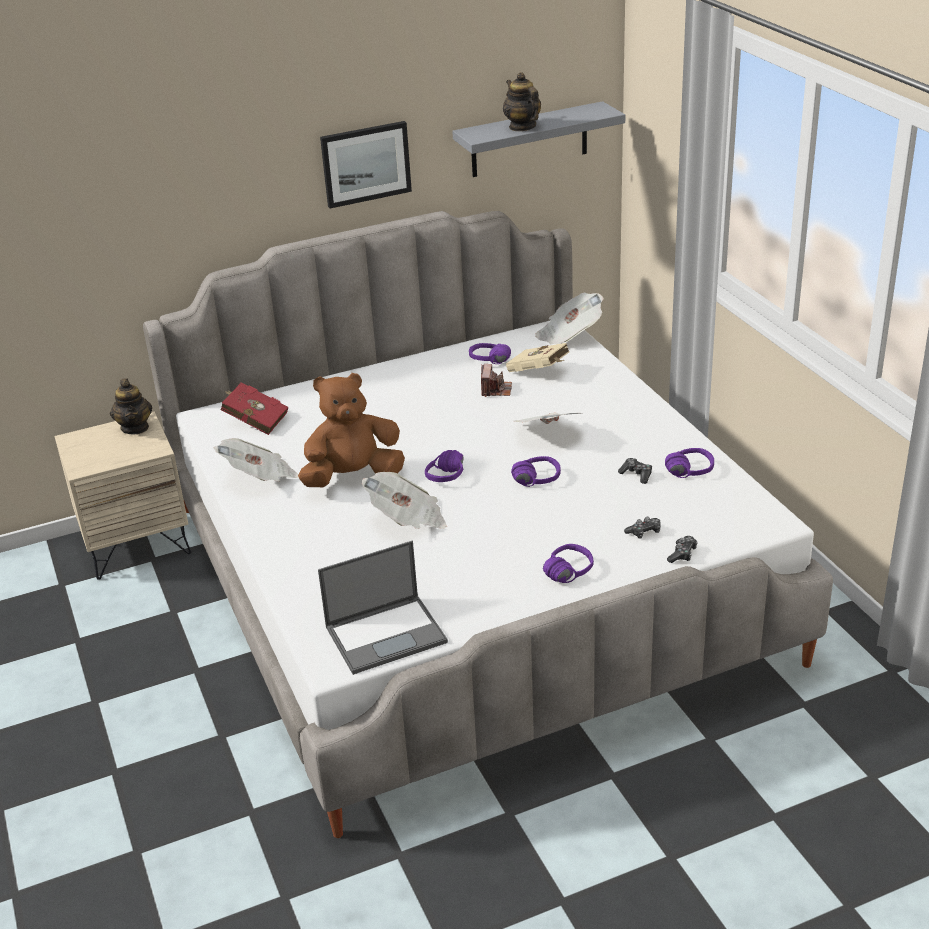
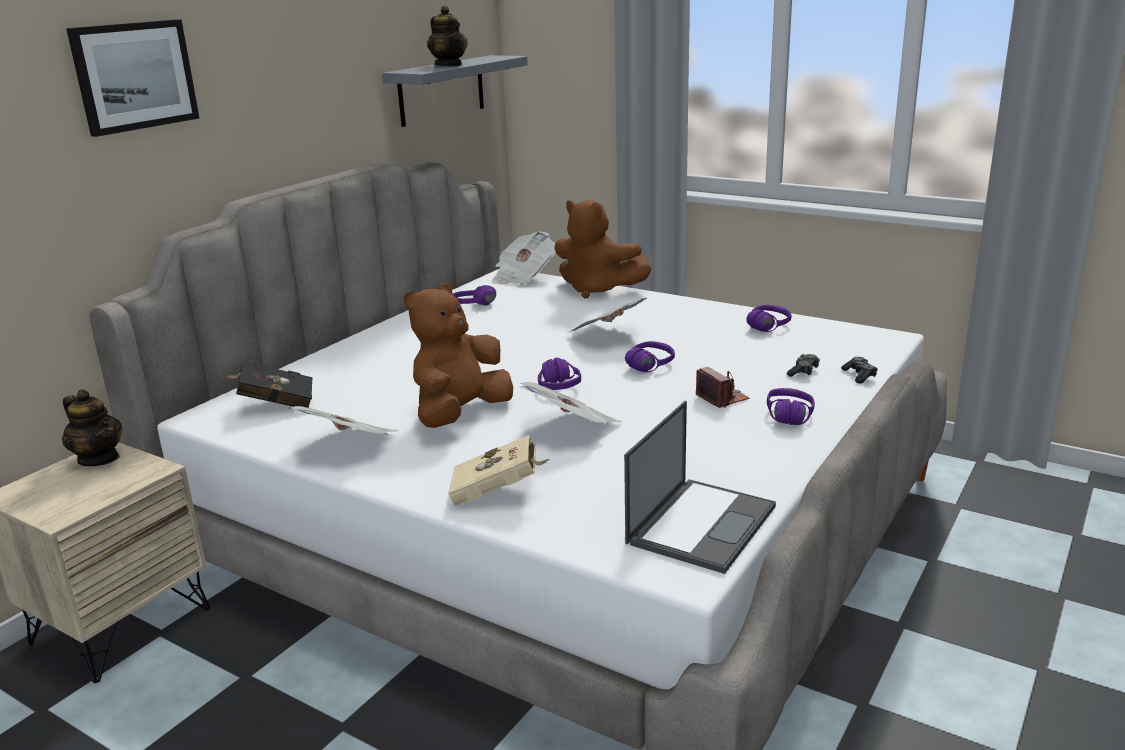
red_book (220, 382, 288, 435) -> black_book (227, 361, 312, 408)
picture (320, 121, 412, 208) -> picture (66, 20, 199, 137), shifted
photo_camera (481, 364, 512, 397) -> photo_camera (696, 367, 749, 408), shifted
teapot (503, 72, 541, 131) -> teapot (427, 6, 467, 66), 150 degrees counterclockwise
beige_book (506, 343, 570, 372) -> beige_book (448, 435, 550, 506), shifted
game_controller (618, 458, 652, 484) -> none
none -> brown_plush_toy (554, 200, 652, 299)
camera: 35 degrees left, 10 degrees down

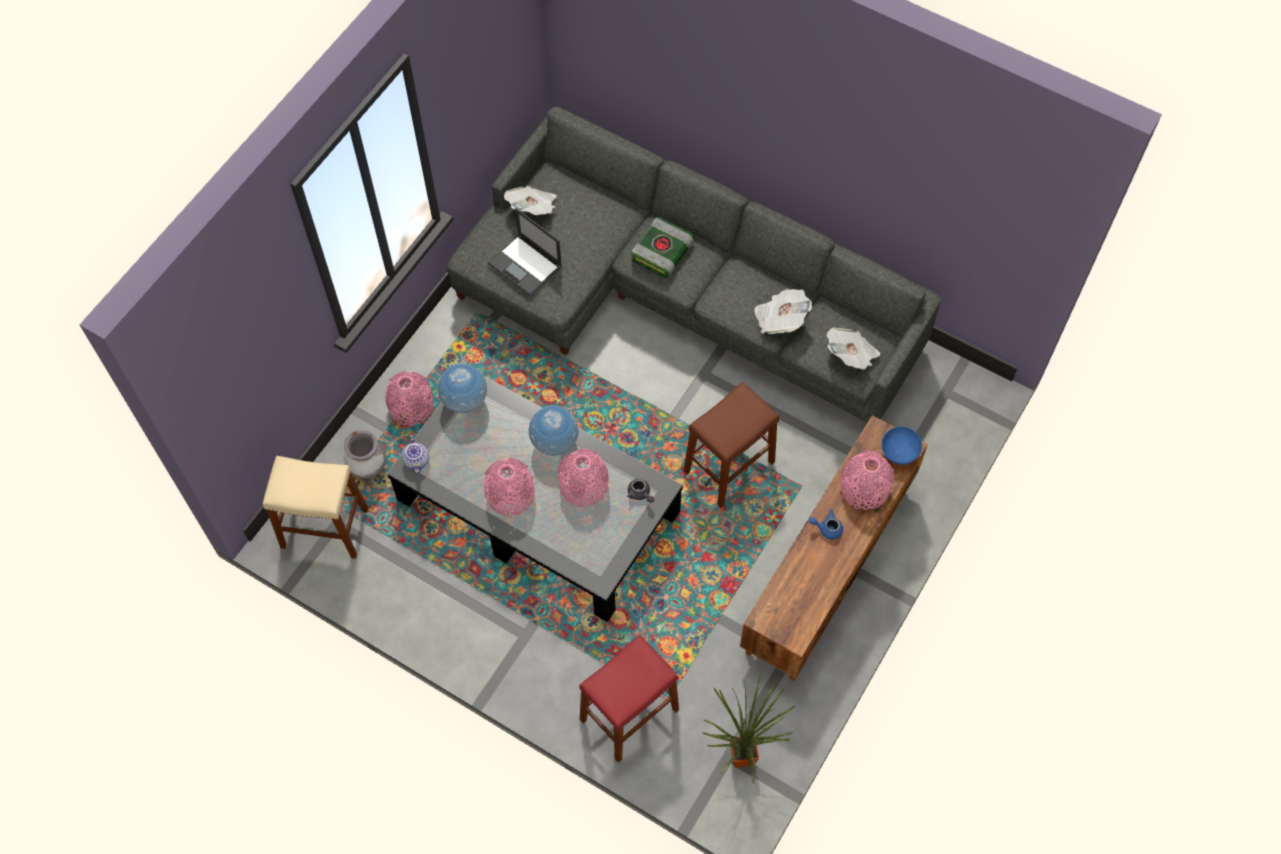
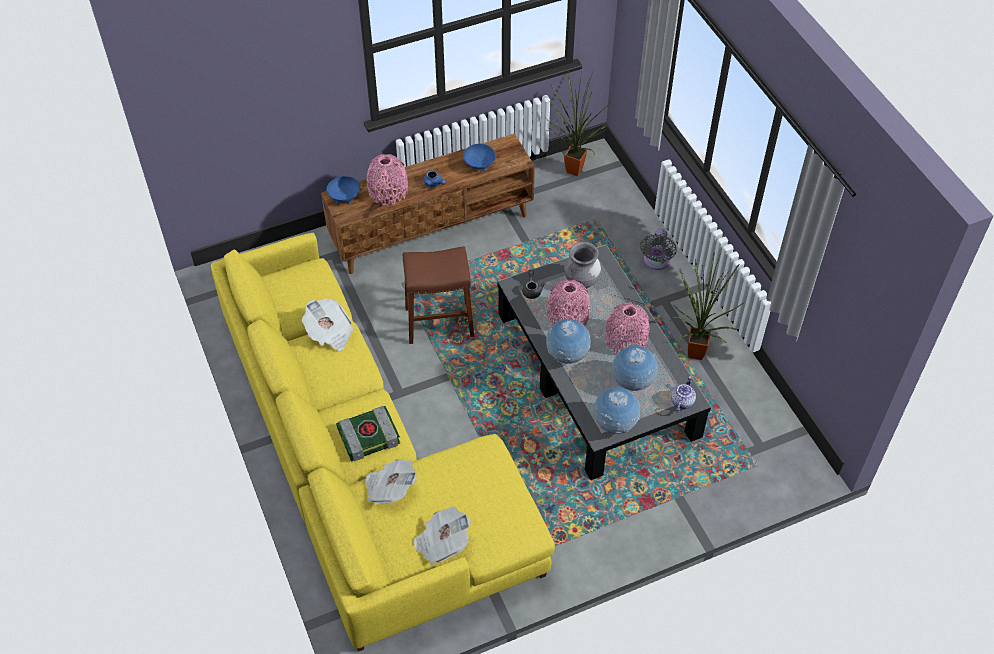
beige_stool (263, 456, 368, 559) -> none
grey_vase (344, 430, 386, 479) -> grey_vase (564, 242, 601, 289), shifted
pink_vase (385, 371, 434, 426) -> none
grey_sofa (447, 107, 941, 424) -> yellow_sofa (211, 233, 555, 652)
laptop (487, 208, 562, 296) -> none
red_stool (579, 635, 679, 763) -> none
newspaper (827, 327, 880, 370) -> newspaper (366, 459, 417, 503), shifted
none -> blue_bowl (463, 144, 495, 171)
none -> globe (611, 346, 657, 391)
none -> grey_fan (640, 229, 677, 270)
none -> potted_plant (671, 252, 743, 360)
camera: 145 degrees left, 10 degrees down

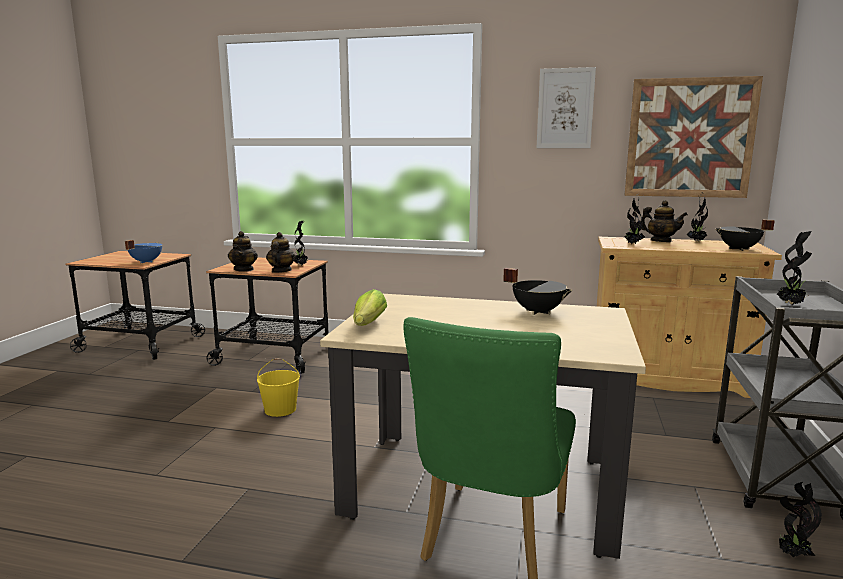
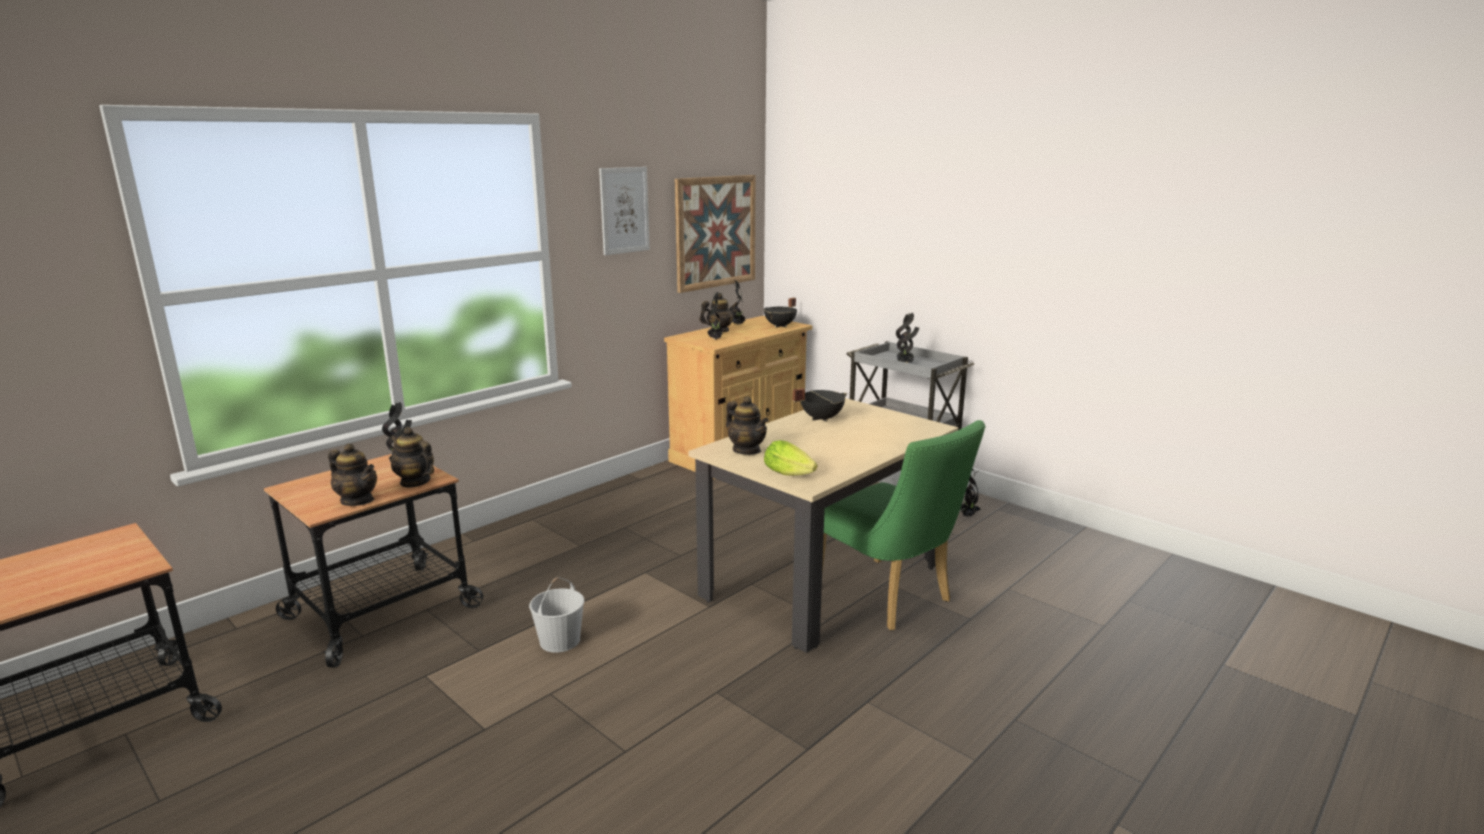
blue_cooking_pot (125, 240, 162, 263) -> none
yellow_bucket (257, 358, 300, 417) -> white_bucket (529, 577, 584, 653)
none -> teapot (726, 396, 769, 455)
camera: 60 degrees left, 5 degrees up

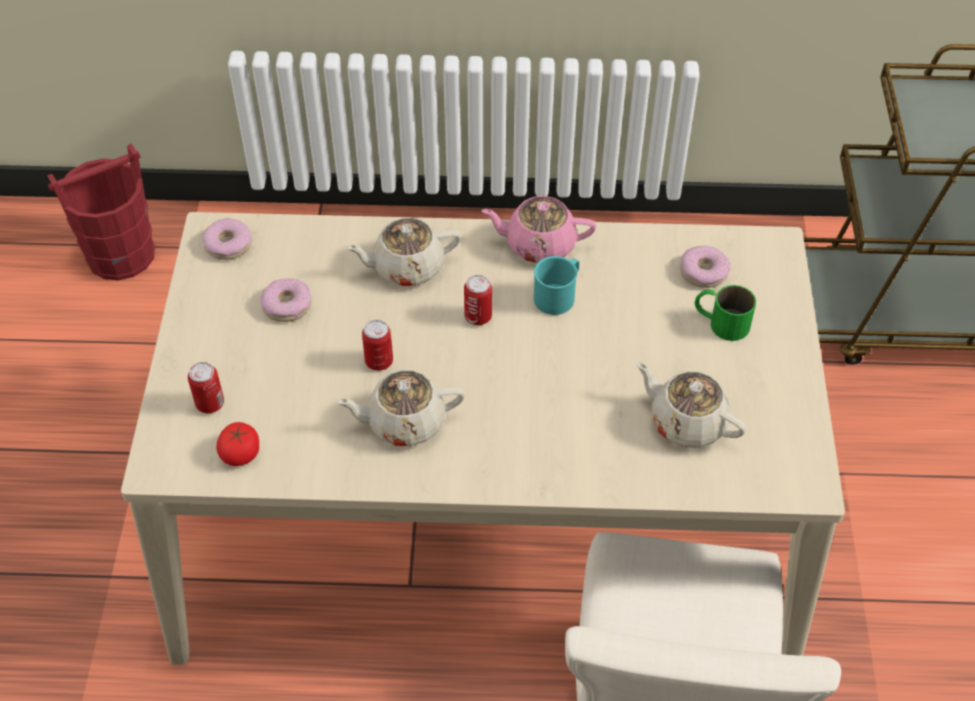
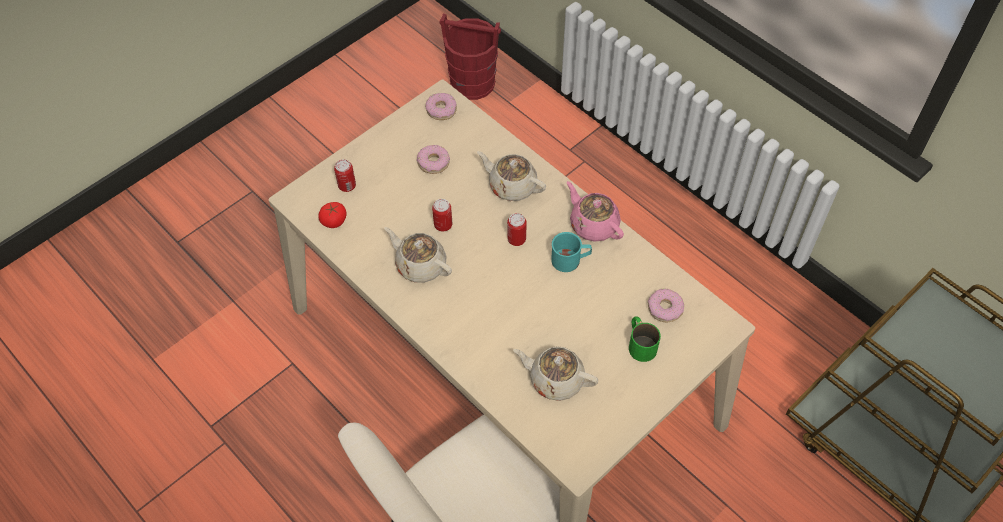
beige_teapot (636, 362, 747, 448) -> beige_teapot (513, 346, 598, 401), 60 degrees counterclockwise
camera: 45 degrees right, 5 degrees up

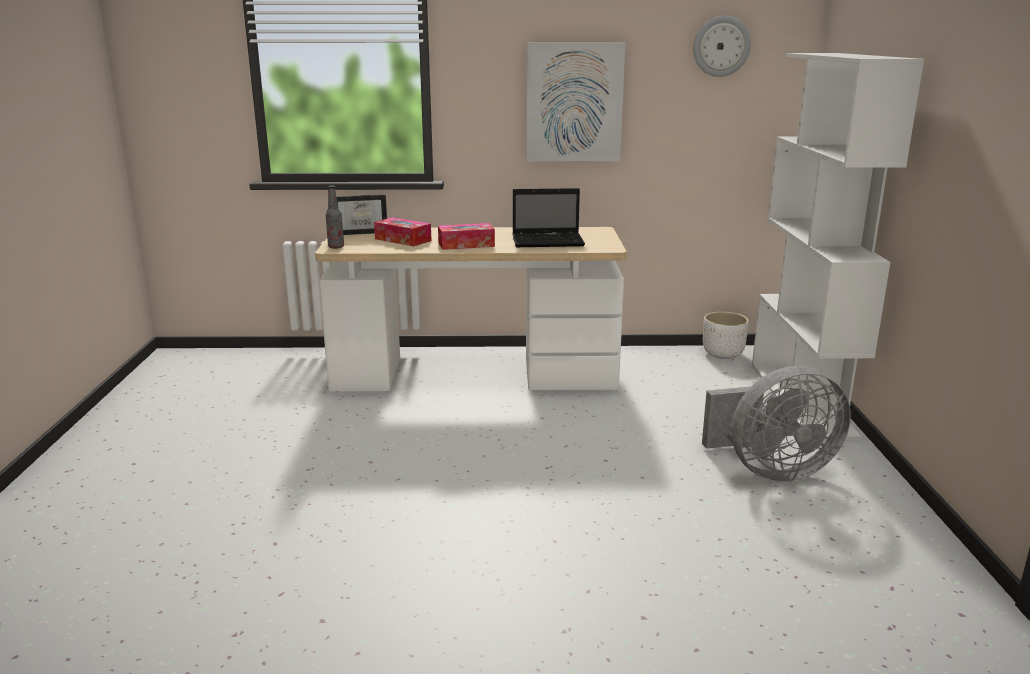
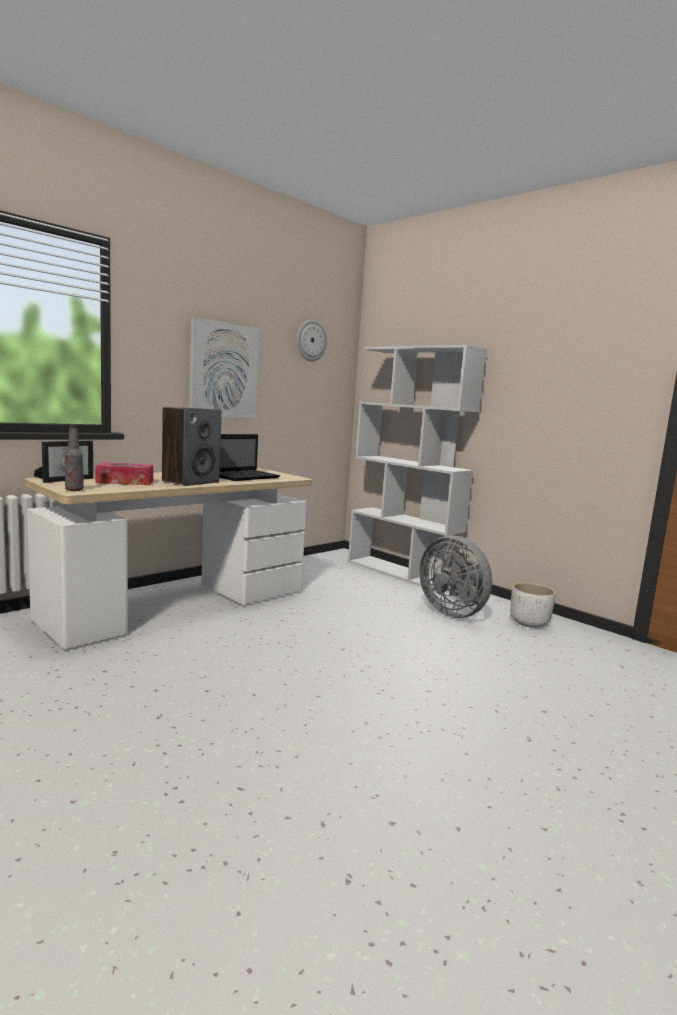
tissue_box (438, 223, 495, 250) -> speaker (162, 407, 221, 486)
grey_fan (702, 366, 851, 482) -> grey_fan (419, 536, 492, 618), 105 degrees clockwise
white_planter (703, 312, 749, 359) -> white_planter (510, 582, 556, 628), shifted
camera: 45 degrees left, 10 degrees down

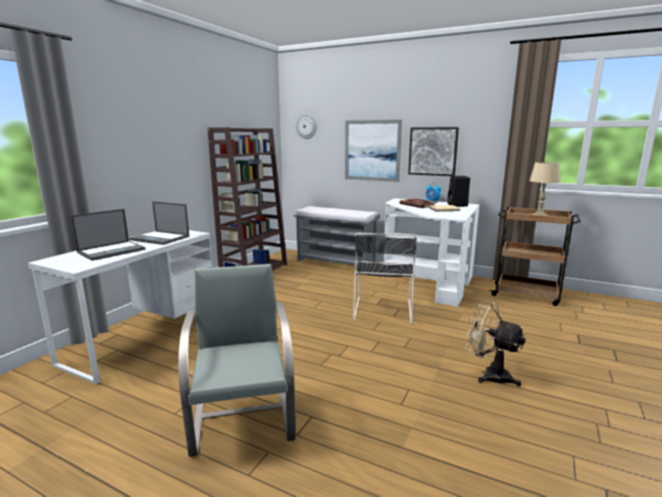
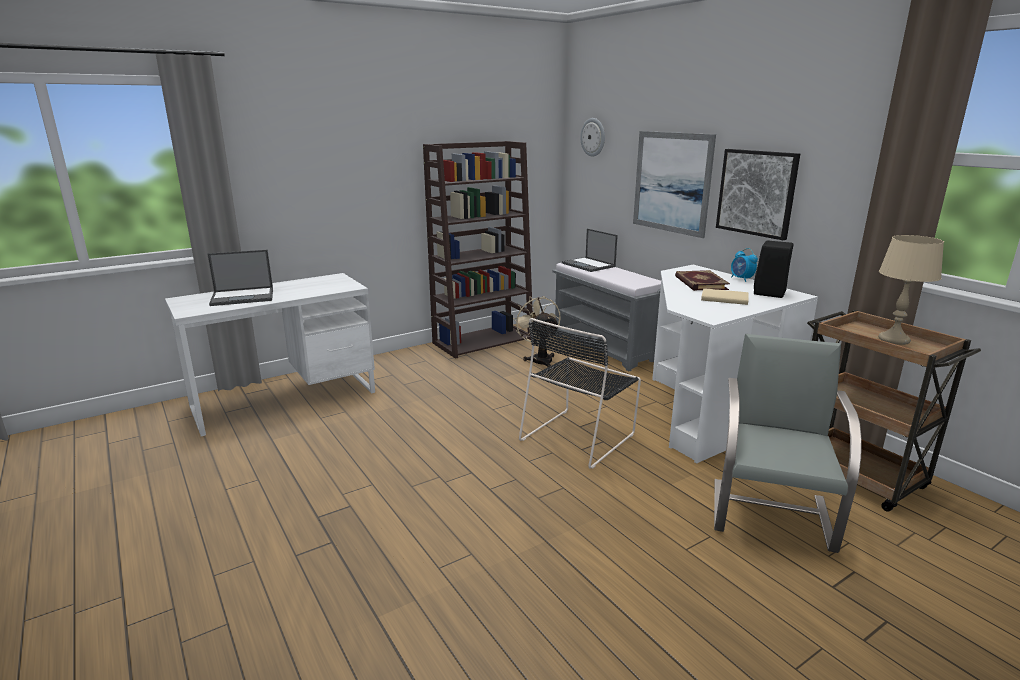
laptop (129, 201, 189, 245) -> laptop (562, 229, 618, 272), shifted
grey_chair (178, 264, 295, 457) -> grey_chair (714, 334, 862, 553), shifted
beige_fan (465, 300, 526, 387) -> beige_fan (513, 296, 561, 368), shifted
camera: 30 degrees right, 5 degrees up

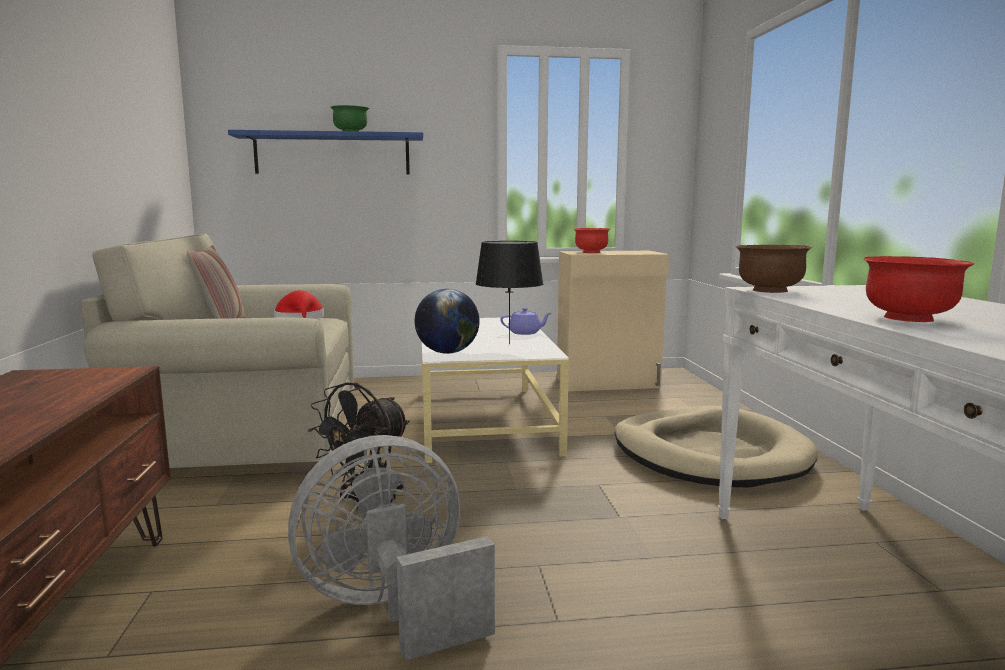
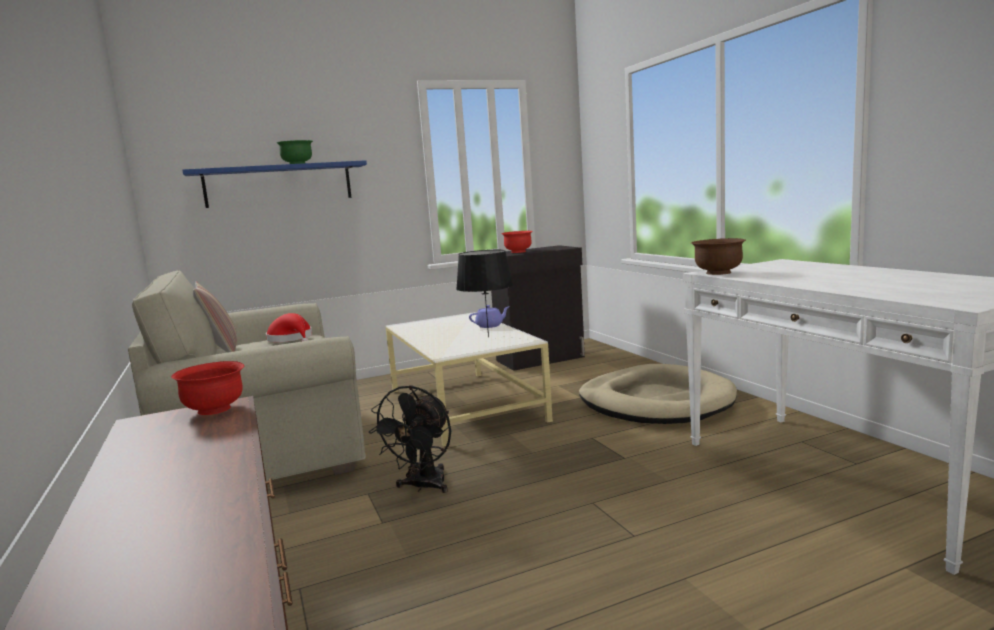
grey_fan (288, 435, 495, 661) -> none
globe (415, 289, 480, 354) -> none
beige_cabinet (557, 251, 669, 391) -> black_cabinet (491, 245, 585, 371)
red_bowl (863, 256, 974, 322) -> red_bowl (171, 361, 244, 415), shifted
camera: 15 degrees left, 0 degrees up

